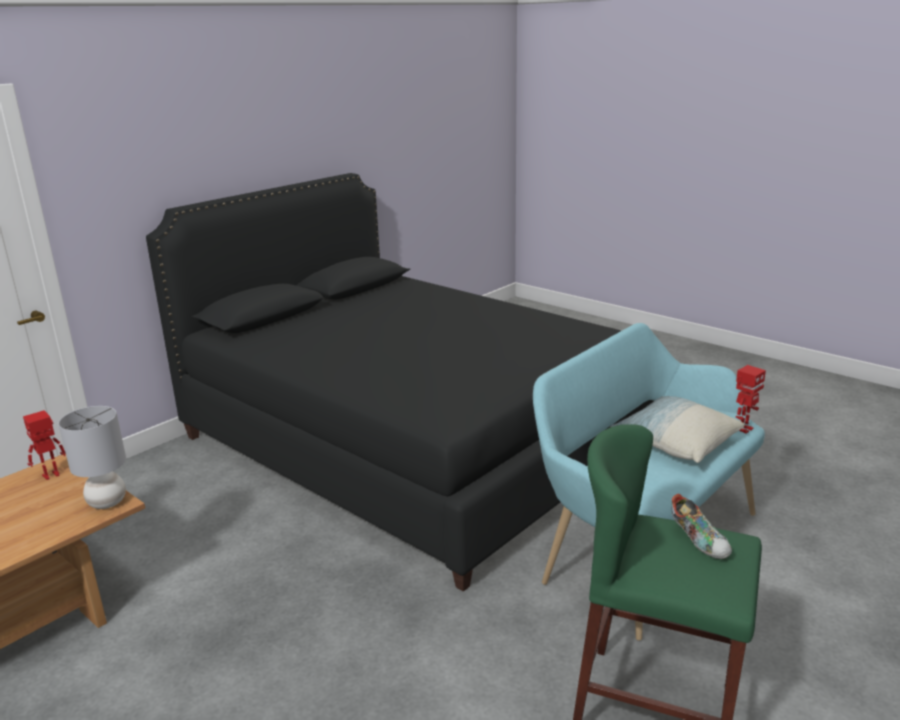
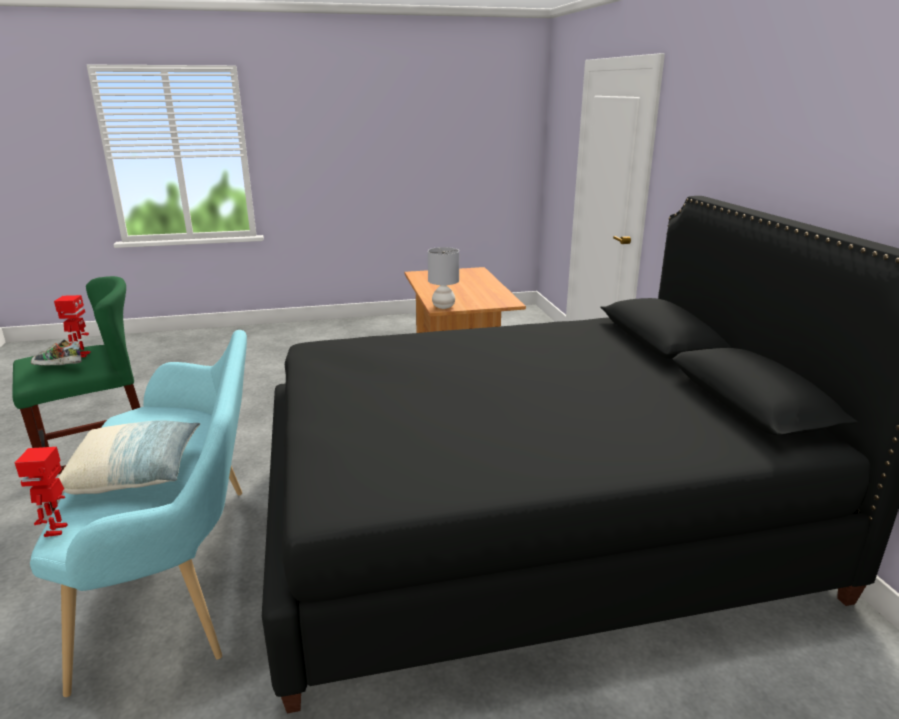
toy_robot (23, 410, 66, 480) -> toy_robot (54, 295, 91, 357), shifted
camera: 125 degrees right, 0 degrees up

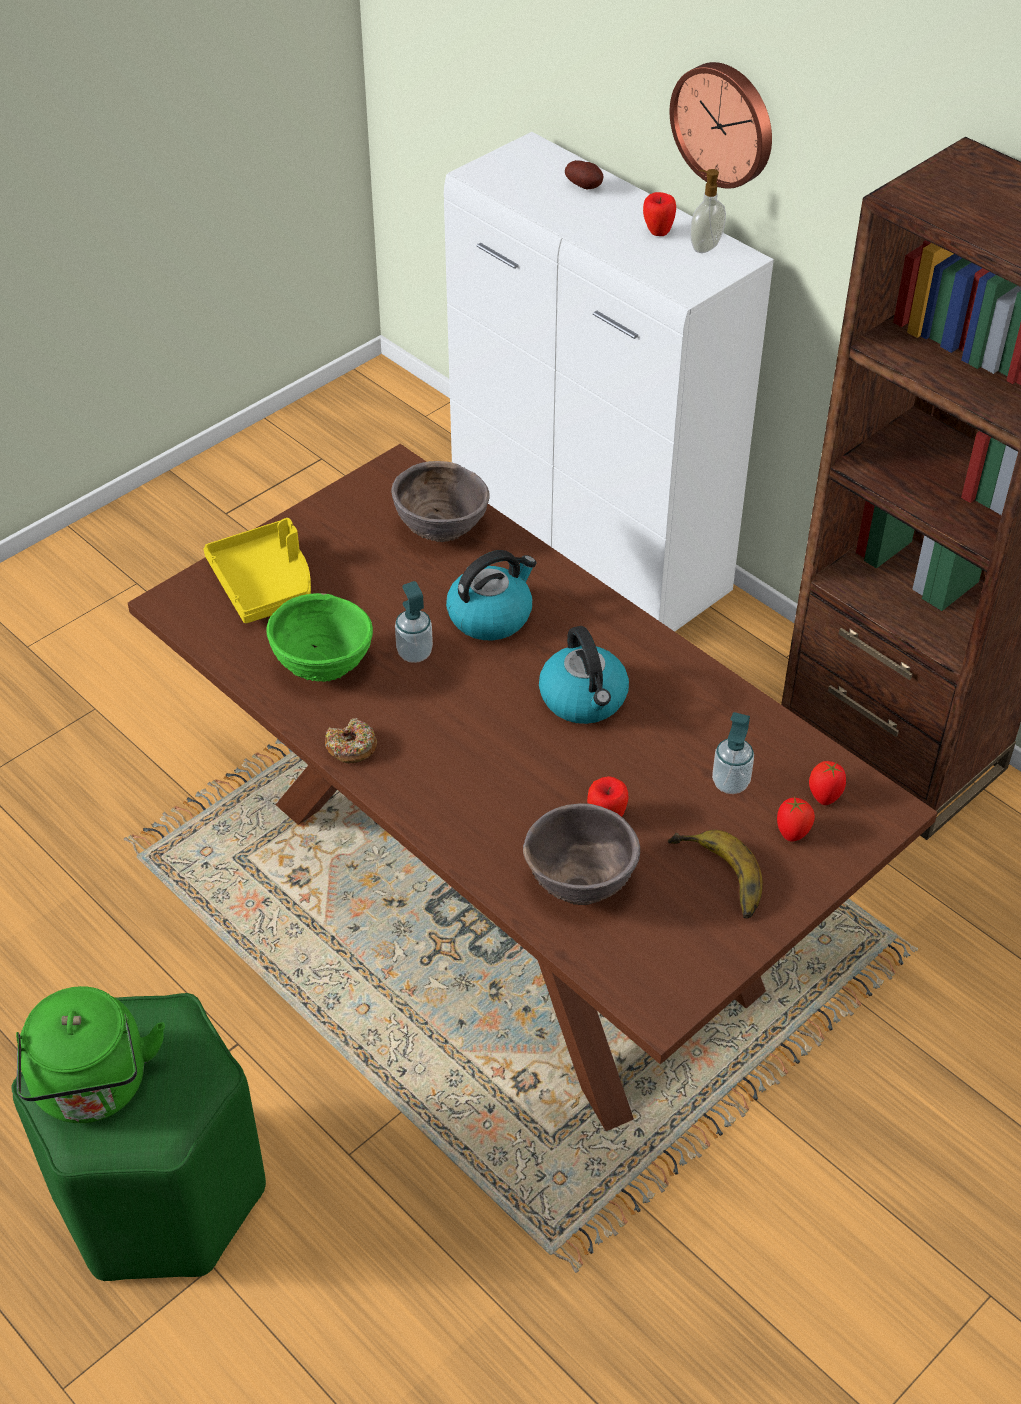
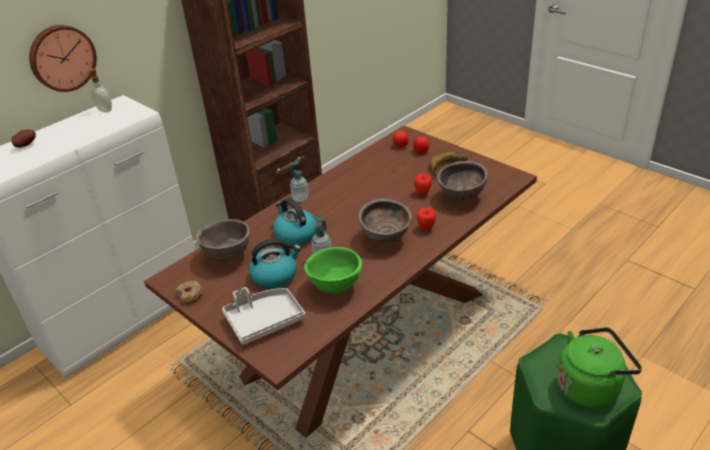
yellow_tray (203, 518, 311, 623) -> grey_tray (222, 287, 306, 345)
donut (325, 718, 377, 763) -> donut (176, 281, 203, 304), shifted
kettle (539, 626, 629, 724) -> kettle (249, 238, 301, 289), shifted
apple (643, 192, 676, 236) -> apple (417, 208, 436, 231), shifted
soap_dispenser (712, 712, 754, 794) -> soap_dispenser (290, 161, 309, 202), shifted
none -> brown_bowl (358, 199, 412, 244)
camera: 90 degrees left, 10 degrees down

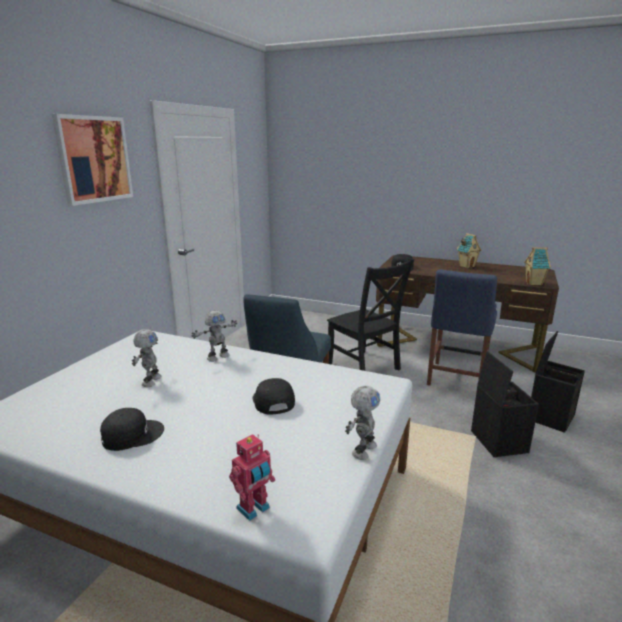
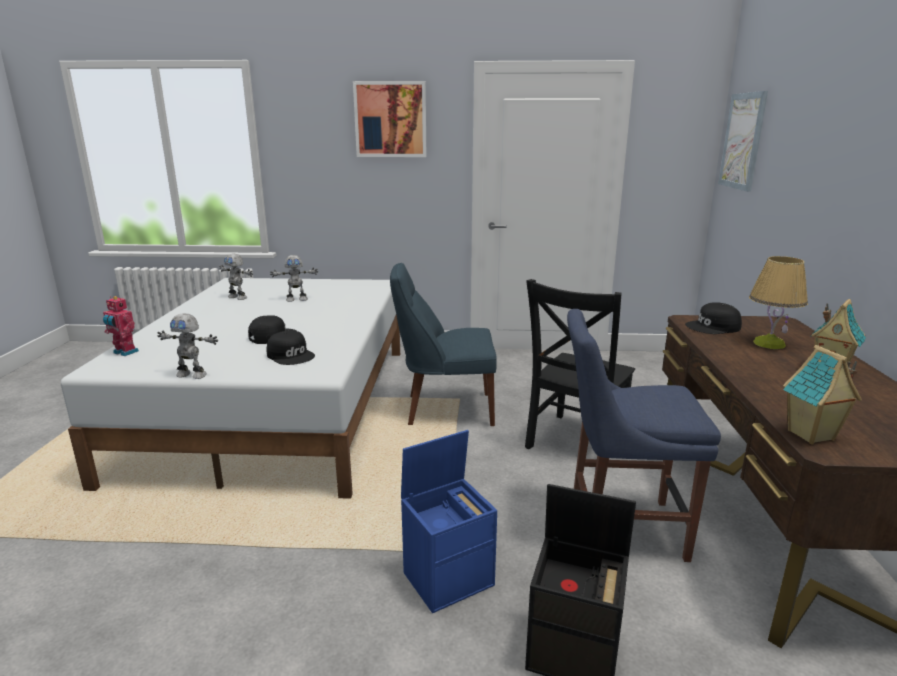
black_cap (100, 408, 164, 451) -> black_cap (267, 330, 315, 365), shifted
toy_robot (192, 310, 237, 362) -> toy_robot (219, 253, 253, 300), shifted
black_storage_box (471, 351, 539, 457) -> blue_storage_box (401, 430, 497, 613)
none -> picture (718, 91, 768, 192)
none -> table_lamp (749, 256, 808, 349)
camera: 70 degrees right, 0 degrees up

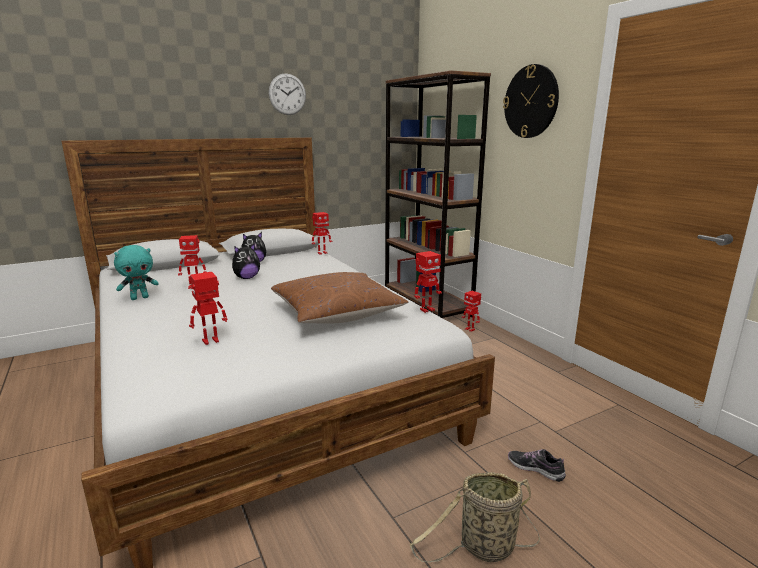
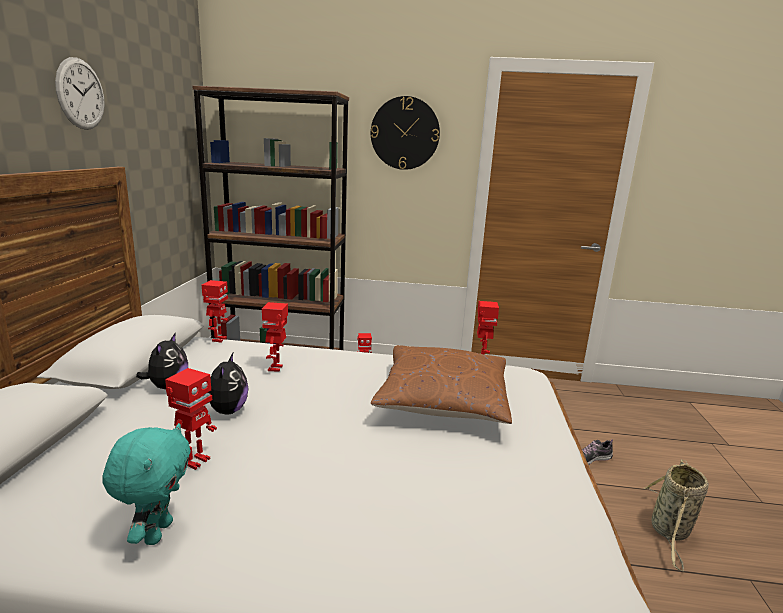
toy_robot (189, 272, 227, 345) -> toy_robot (262, 302, 288, 372), shifted
camera: 55 degrees left, 0 degrees up

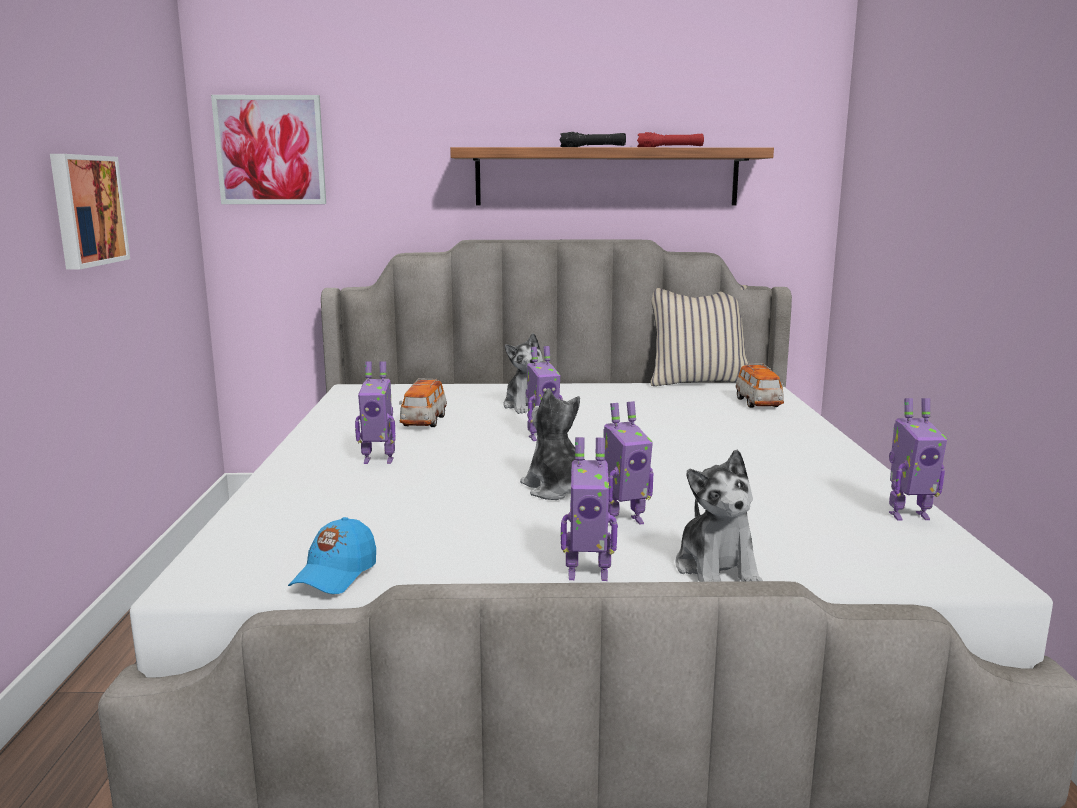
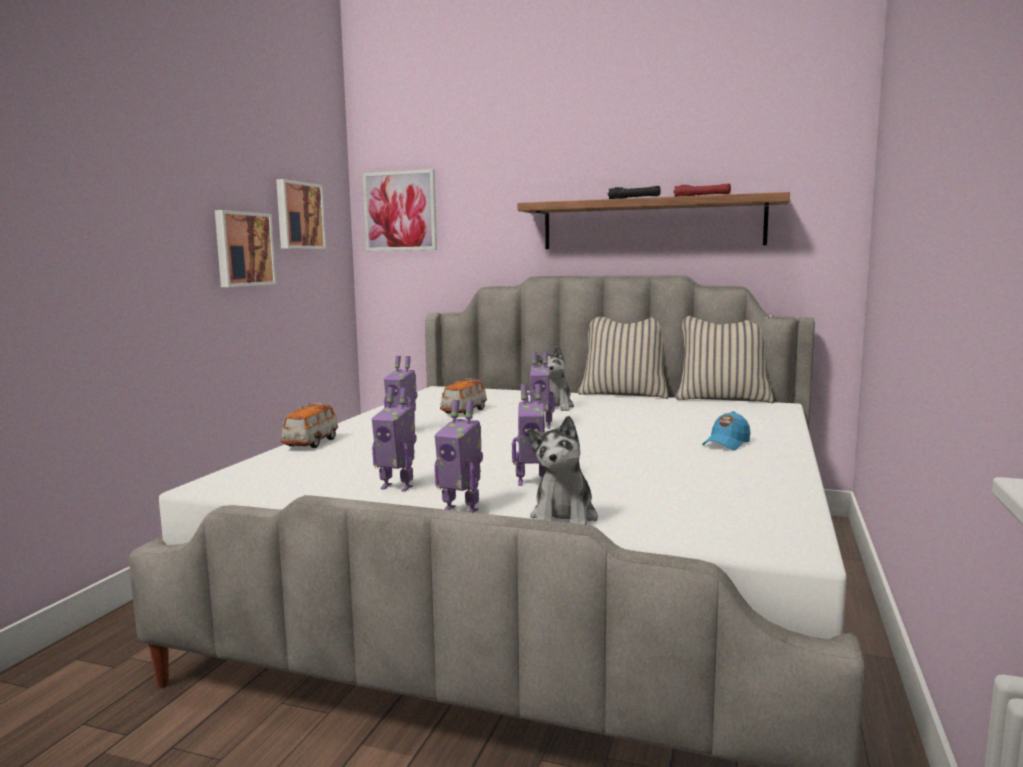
blue_cap (288, 517, 376, 594) -> blue_cap (702, 411, 750, 450), shifted
plush_toy (520, 388, 585, 500) -> none
toy_car (735, 363, 784, 408) -> toy_car (281, 402, 338, 448), shifted
toy_robot (889, 398, 947, 520) -> toy_robot (372, 387, 417, 492), shifted
none -> picture (276, 179, 326, 249)
none -> beige_pillow (578, 317, 669, 399)
camera: 20 degrees right, 5 degrees down

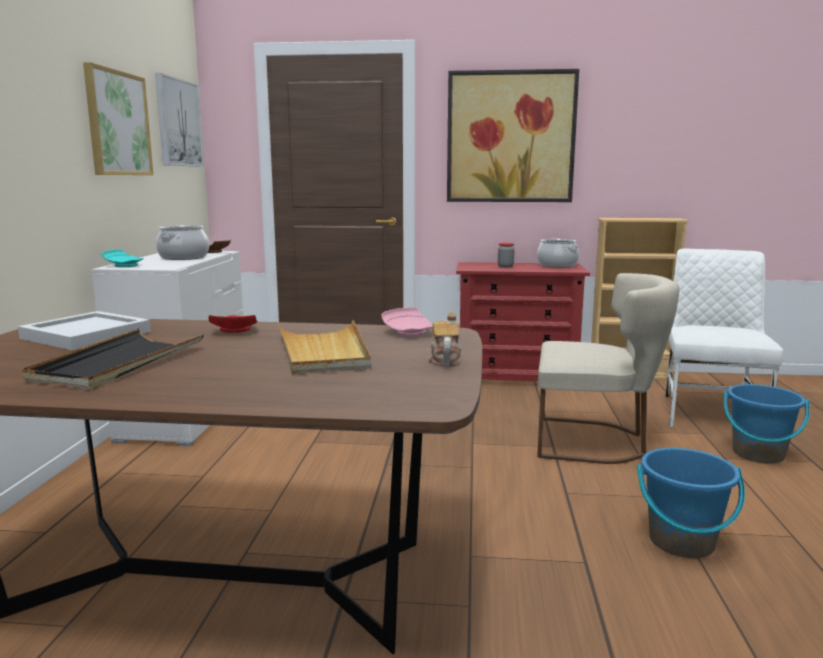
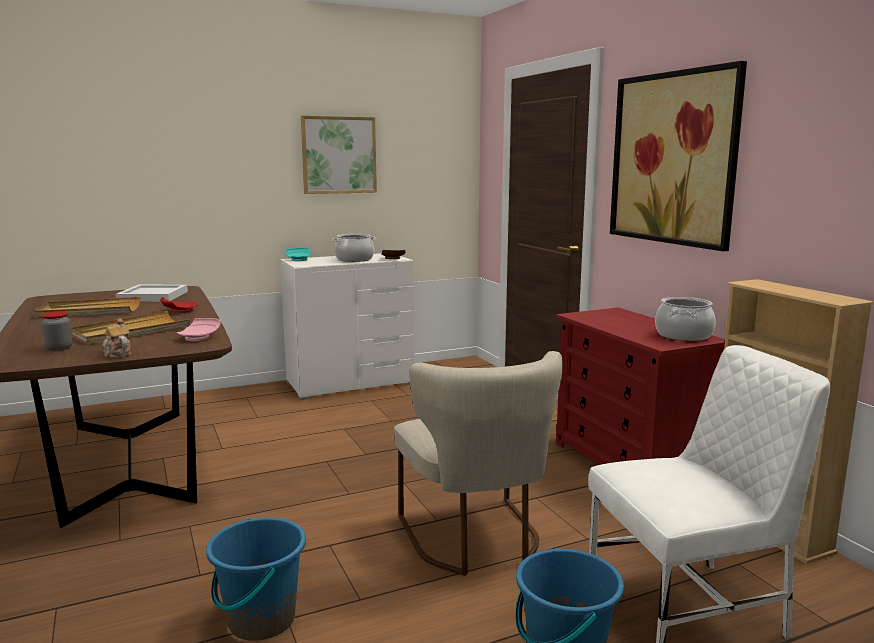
black_tray (22, 329, 204, 390) -> beige_tray (34, 297, 140, 318)
picture (155, 73, 204, 167) -> none
teapot (428, 312, 461, 366) -> teapot (102, 318, 131, 358), 105 degrees counterclockwise
jar (498, 243, 514, 268) -> jar (42, 311, 73, 351), shifted
camera: 60 degrees right, 0 degrees up

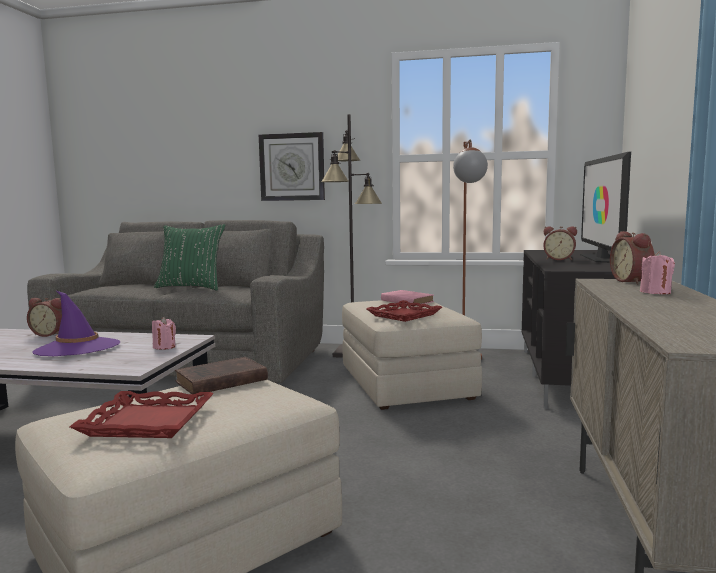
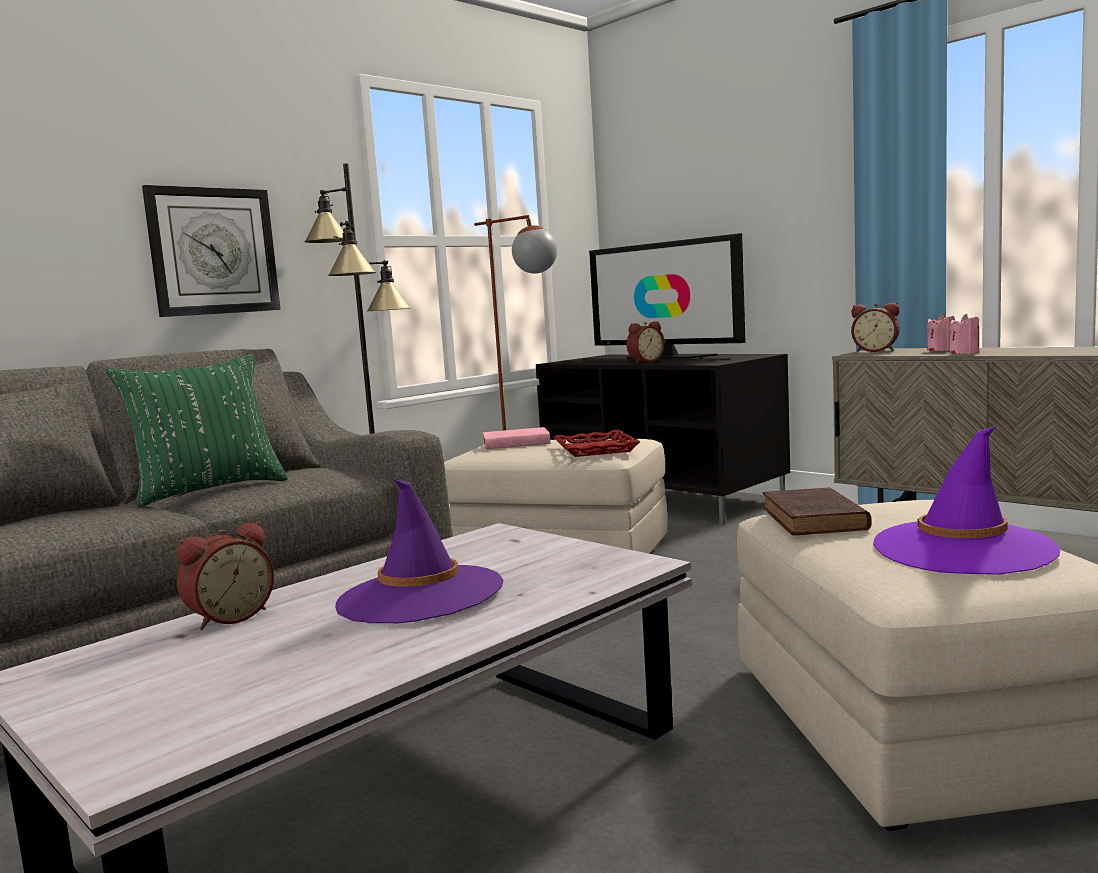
red_tray (70, 391, 214, 438) -> purple_hat (873, 426, 1060, 575)
pink_candle (152, 317, 176, 350) -> pink_candle (949, 314, 979, 354), shifted
camera: 55 degrees left, 0 degrees up

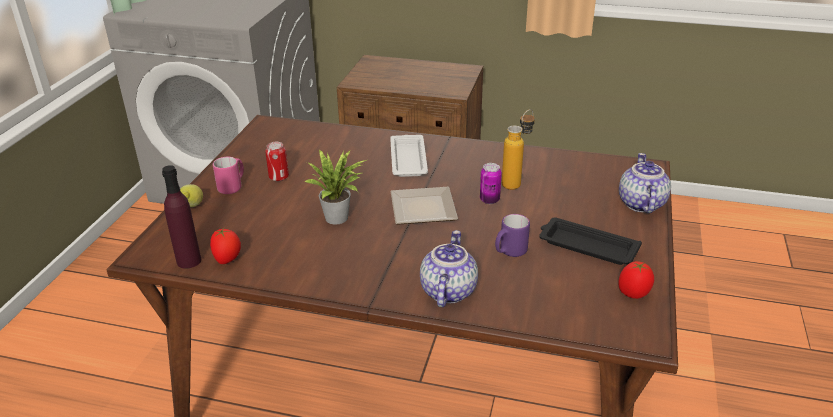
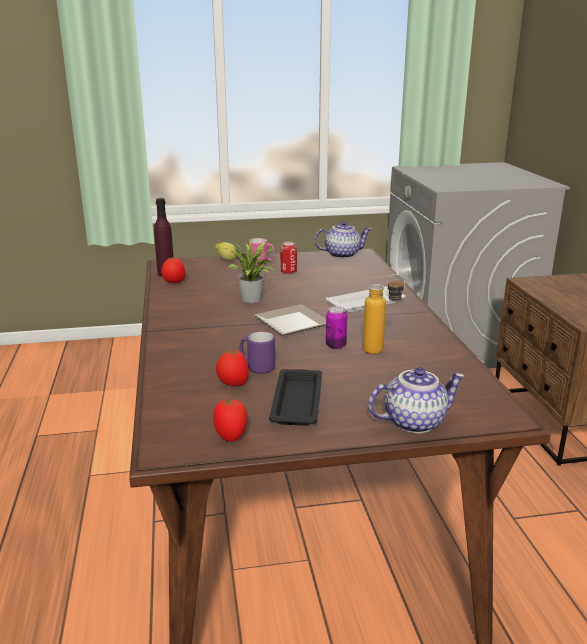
teapot (420, 230, 478, 307) -> teapot (314, 221, 371, 259), shifted
none -> tomato (216, 350, 249, 386)
camera: 65 degrees right, 10 degrees down

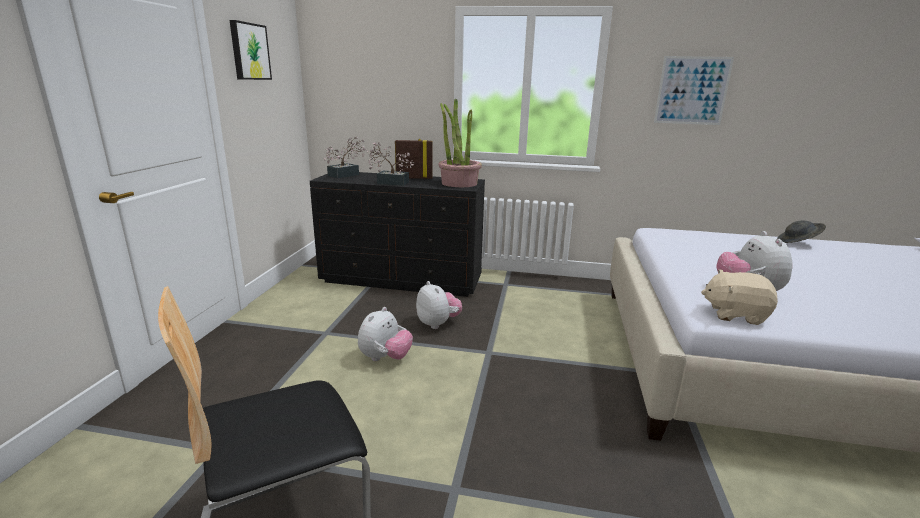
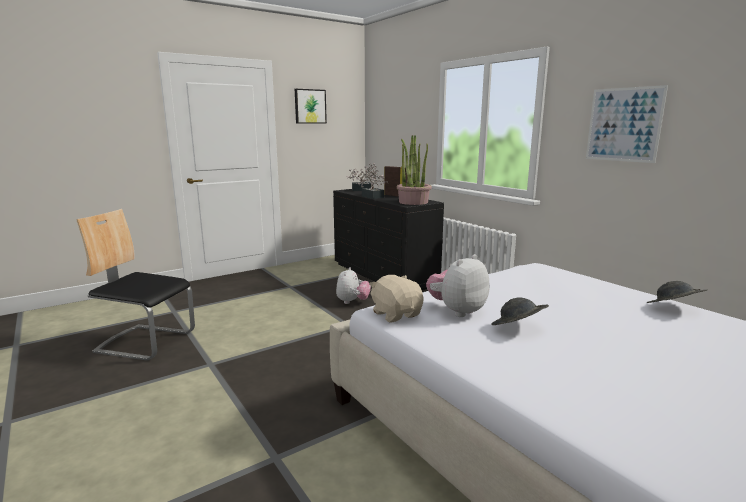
plush_toy (358, 307, 413, 361) -> none
none -> grey_hat (491, 297, 549, 325)
camera: 45 degrees right, 5 degrees down

